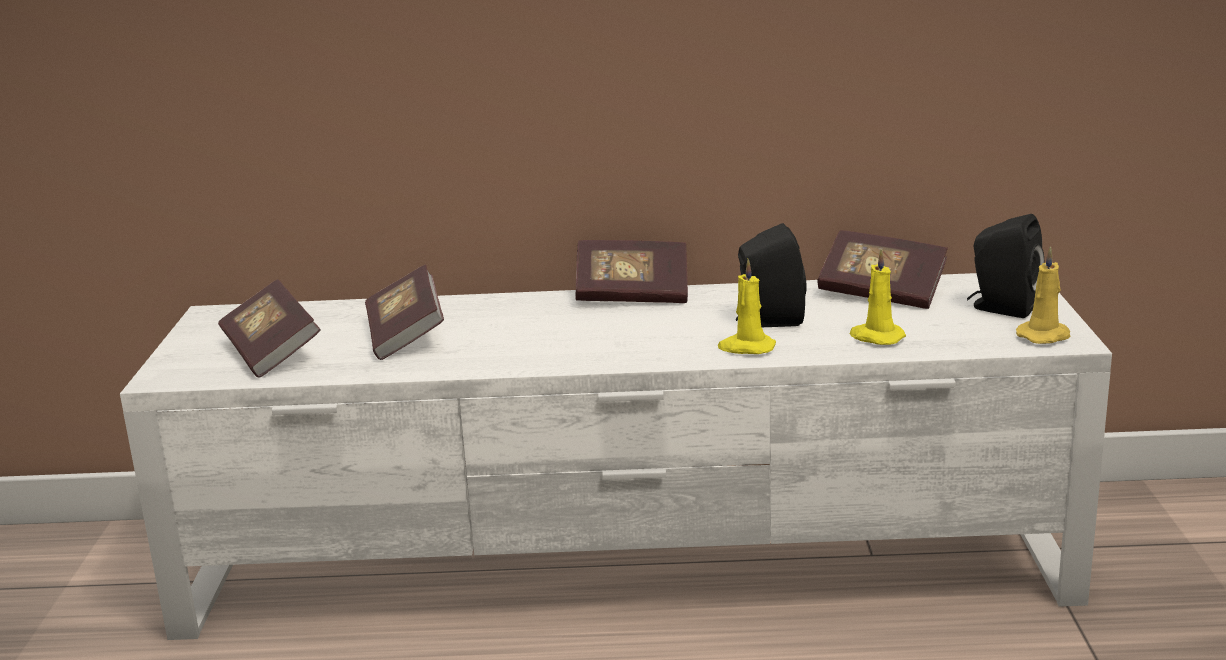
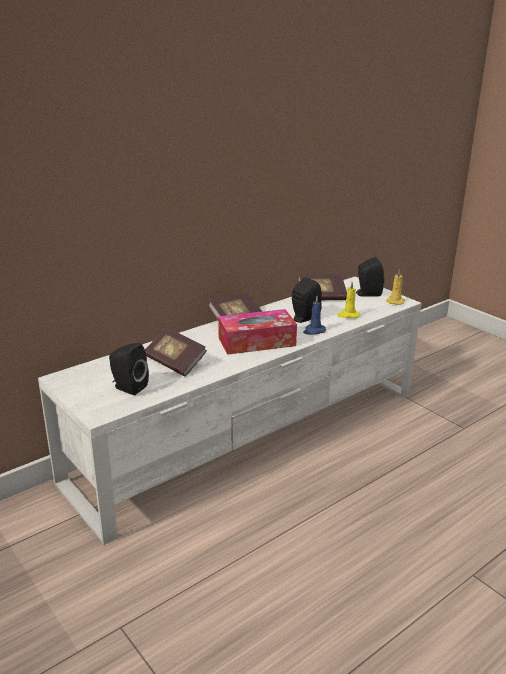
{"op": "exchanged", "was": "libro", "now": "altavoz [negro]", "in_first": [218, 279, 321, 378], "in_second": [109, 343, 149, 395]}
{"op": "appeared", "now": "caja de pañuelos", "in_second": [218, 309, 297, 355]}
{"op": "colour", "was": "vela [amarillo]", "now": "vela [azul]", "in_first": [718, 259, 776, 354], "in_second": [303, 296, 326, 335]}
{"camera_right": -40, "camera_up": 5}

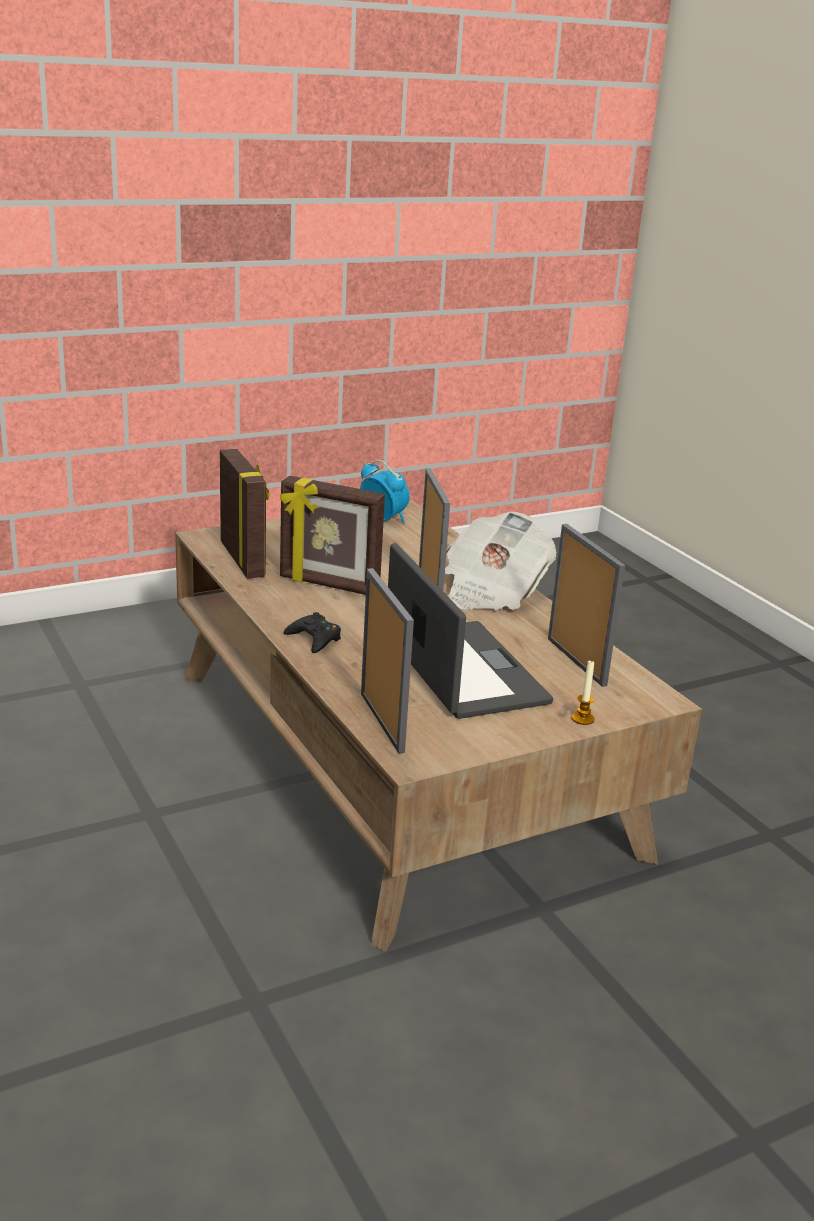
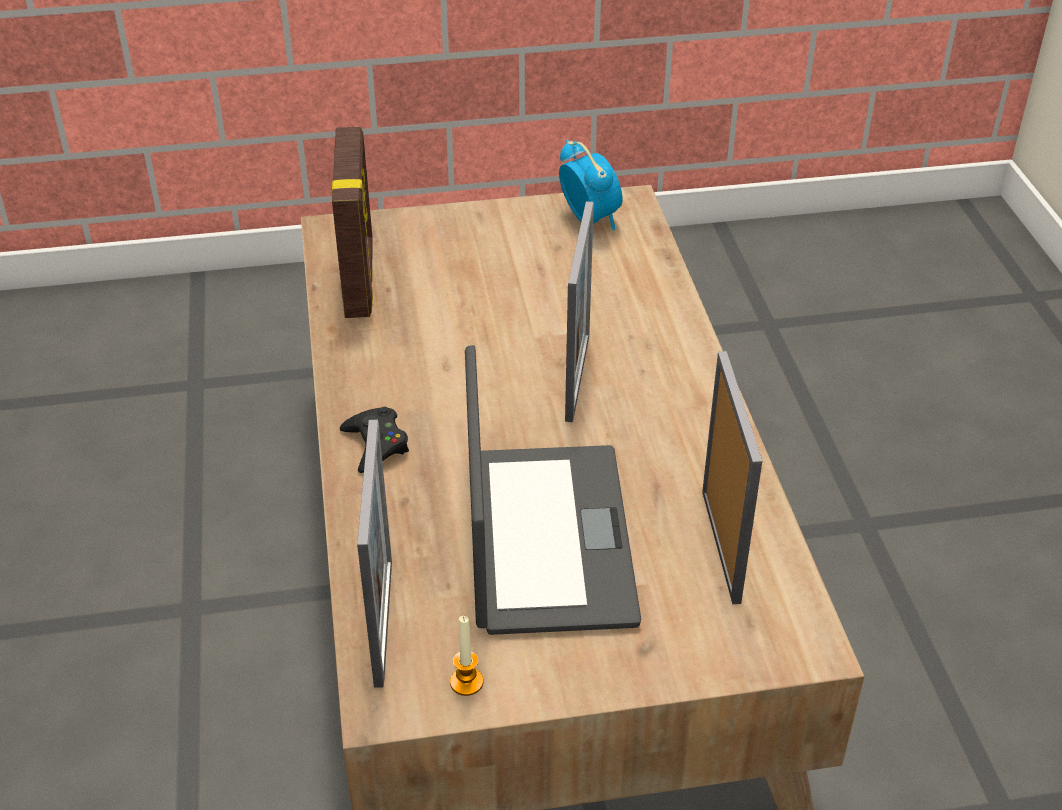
{"op": "relocated", "was": "vela", "in_first": [572, 659, 595, 725], "in_second": [450, 616, 483, 696]}
{"op": "missing", "was": "portarretratos", "in_first": [280, 476, 385, 595]}
{"op": "missing", "was": "periódico", "in_first": [445, 512, 557, 610]}
{"camera_right": 20, "camera_up": 15}

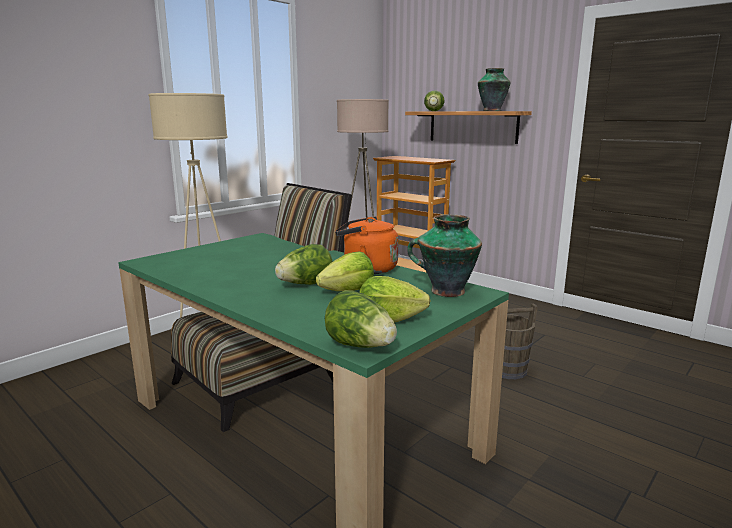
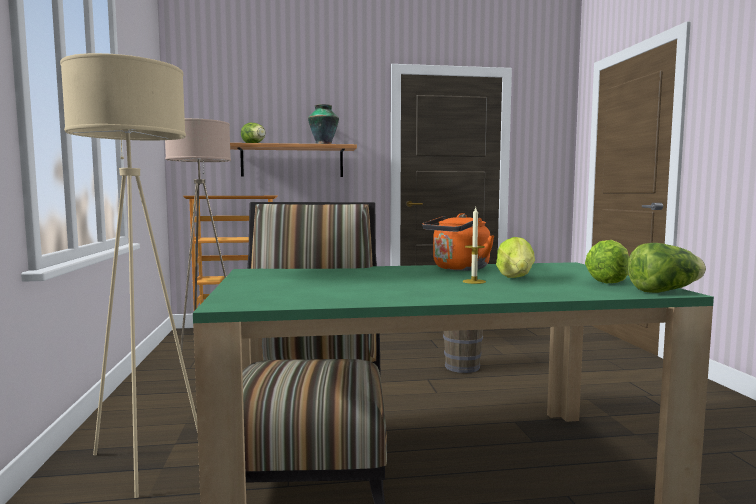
{"op": "exchanged", "was": "lechuga", "now": "vela", "in_first": [275, 244, 333, 285], "in_second": [462, 207, 486, 284]}
{"op": "missing", "was": "florero", "in_first": [407, 214, 482, 297]}
{"camera_right": -50, "camera_up": -10}

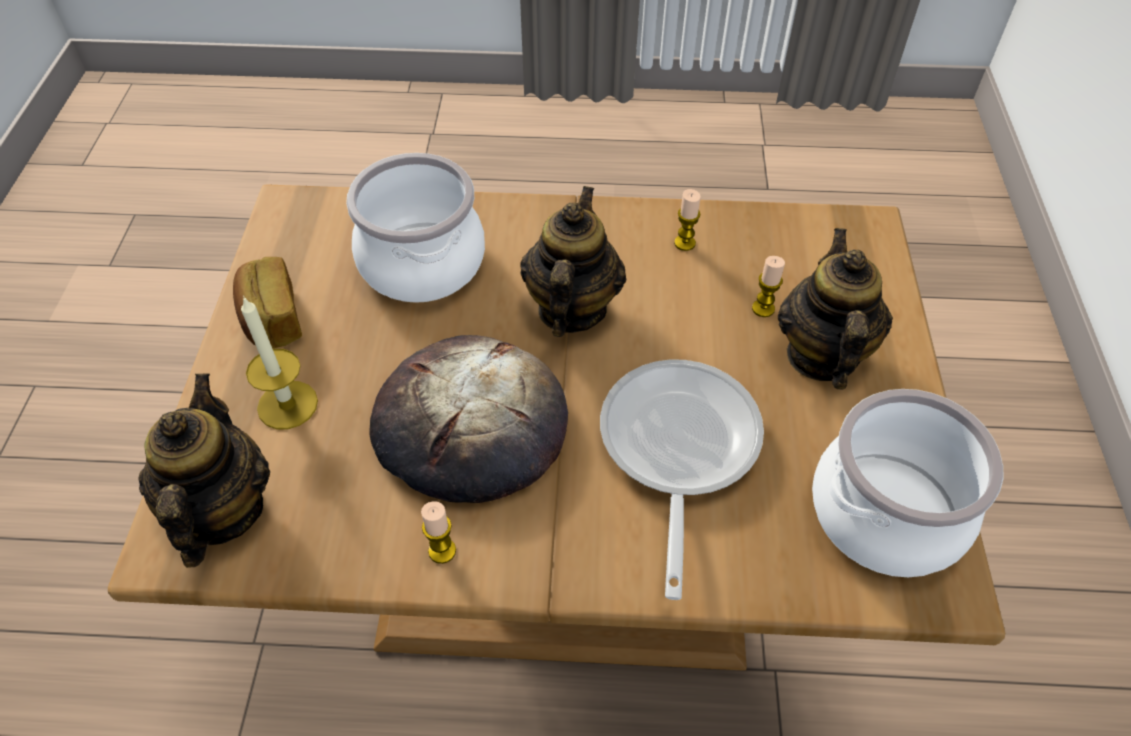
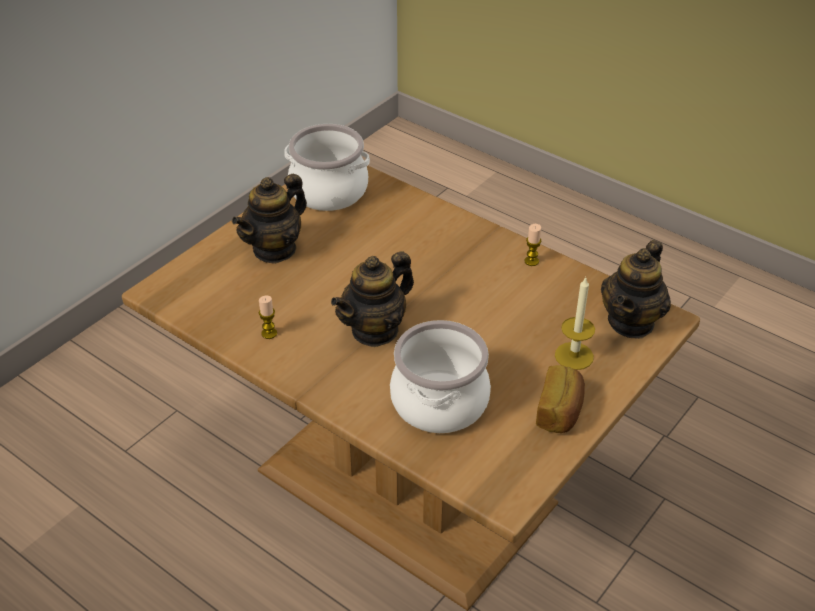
{"op": "missing", "was": "pan", "in_first": [370, 335, 568, 503]}
{"op": "missing", "was": "sartén", "in_first": [600, 359, 764, 600]}
{"op": "missing", "was": "vela", "in_first": [752, 256, 785, 317]}
{"camera_right": -145, "camera_up": -10}

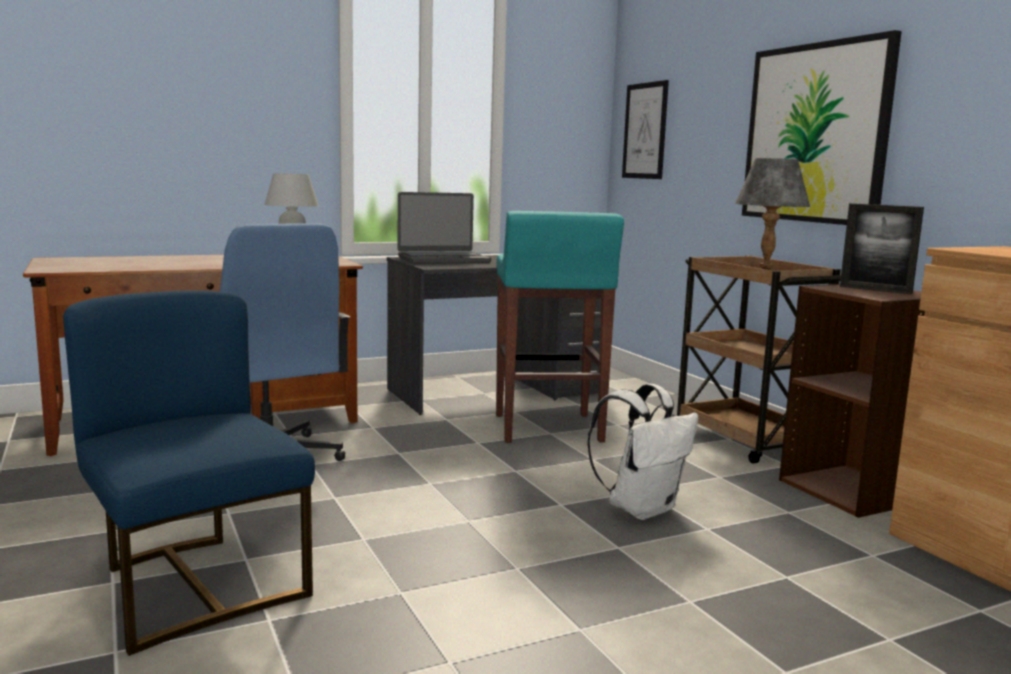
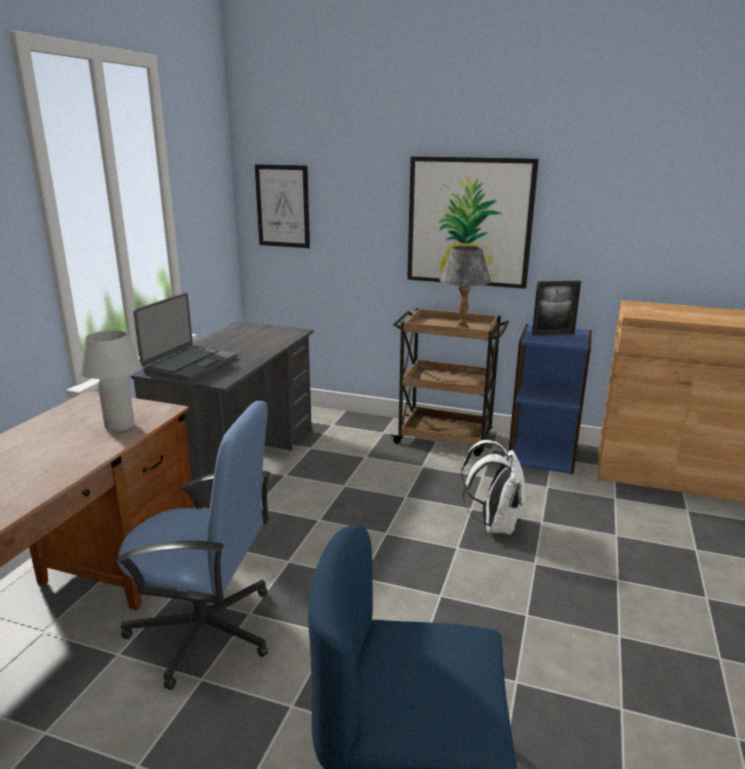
{"op": "colour", "was": "estantería [marrón]", "now": "estantería [azul]", "in_first": [779, 284, 925, 518], "in_second": [509, 324, 592, 474]}
{"op": "missing", "was": "taburete [turquesa]", "in_first": [496, 211, 624, 443]}
{"camera_right": -45, "camera_up": 10}

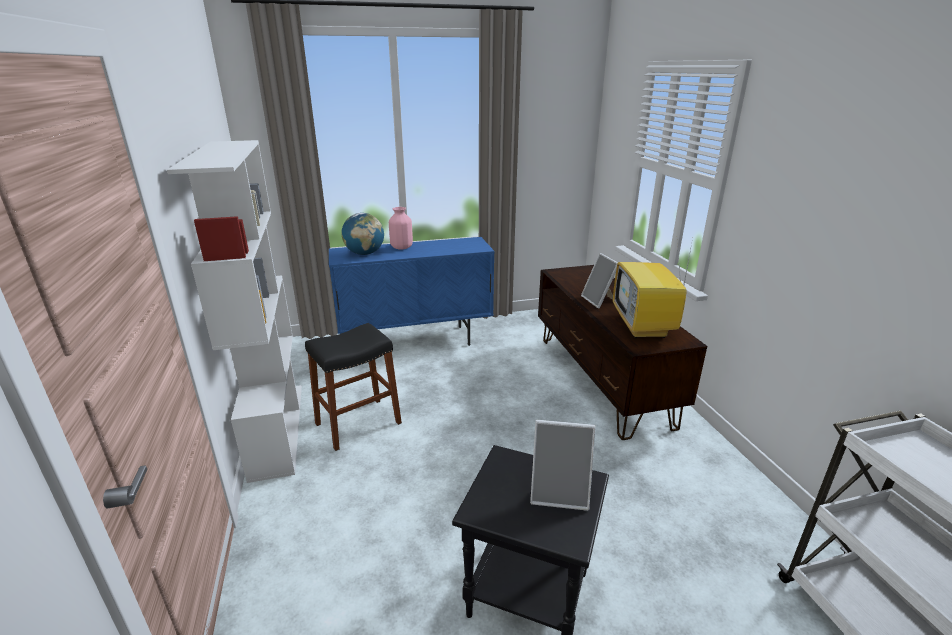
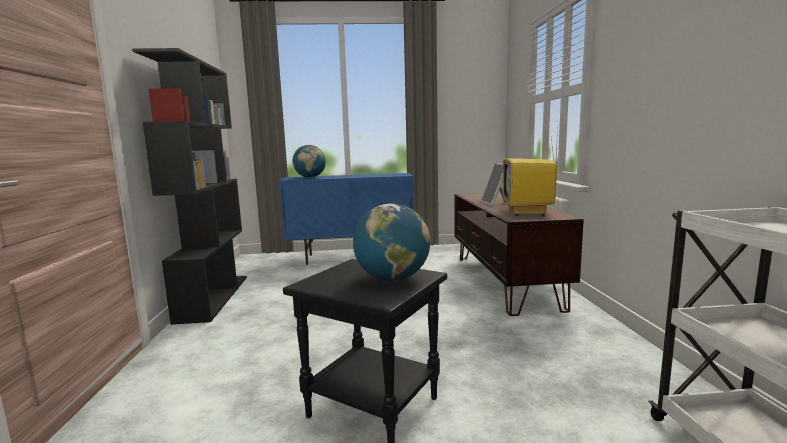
{"op": "colour", "was": "estantería [blanco]", "now": "estantería [negro]", "in_first": [167, 140, 302, 483], "in_second": [132, 48, 247, 325]}
{"op": "exchanged", "was": "portarretratos", "now": "globo terráqueo", "in_first": [530, 420, 595, 511], "in_second": [353, 204, 430, 281]}
{"op": "missing", "was": "taburete [negro]", "in_first": [305, 323, 402, 451]}
{"op": "missing", "was": "florero [rosa]", "in_first": [389, 207, 413, 249]}
{"camera_right": 10, "camera_up": -15}

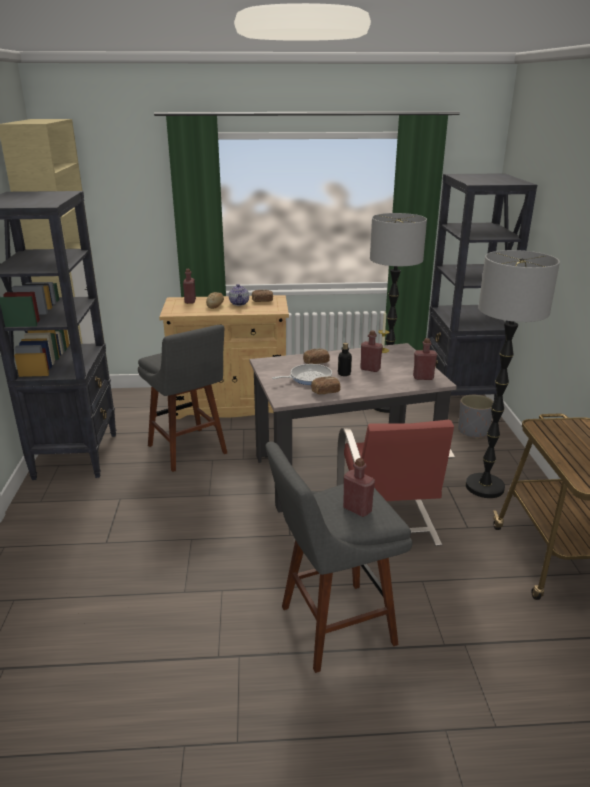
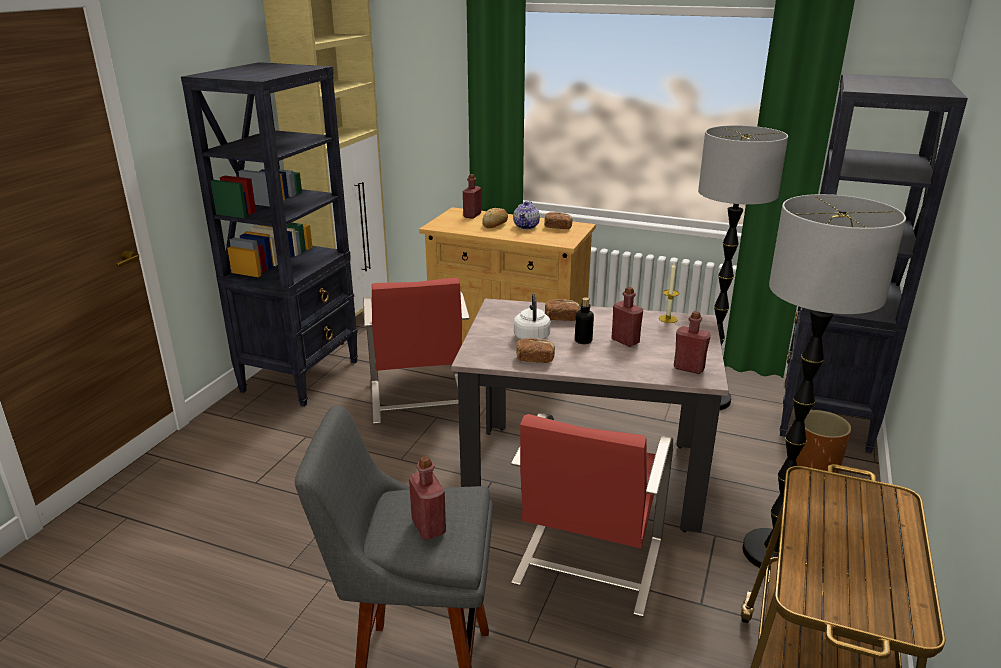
{"op": "exchanged", "was": "taburete [gris]", "now": "silla [rojo]", "in_first": [138, 325, 227, 472], "in_second": [363, 278, 470, 424]}
{"op": "exchanged", "was": "sartén", "now": "hervidor [blanco]", "in_first": [272, 364, 332, 385], "in_second": [514, 293, 551, 339]}
{"op": "colour", "was": "maceta [gris]", "now": "maceta [marrón]", "in_first": [458, 395, 494, 439], "in_second": [796, 410, 851, 473]}
{"camera_right": 25, "camera_up": 0}

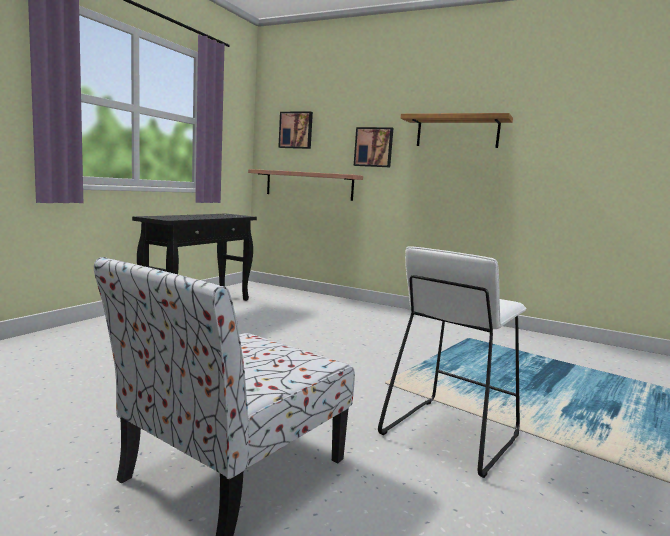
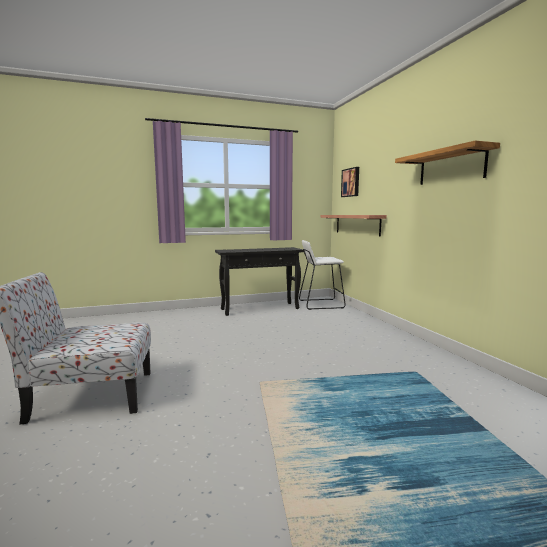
{"op": "relocated", "was": "taburete [blanco]", "in_first": [378, 246, 526, 478], "in_second": [299, 240, 346, 310]}
{"op": "missing", "was": "cuadro", "in_first": [354, 127, 393, 167]}
{"camera_right": 45, "camera_up": 0}

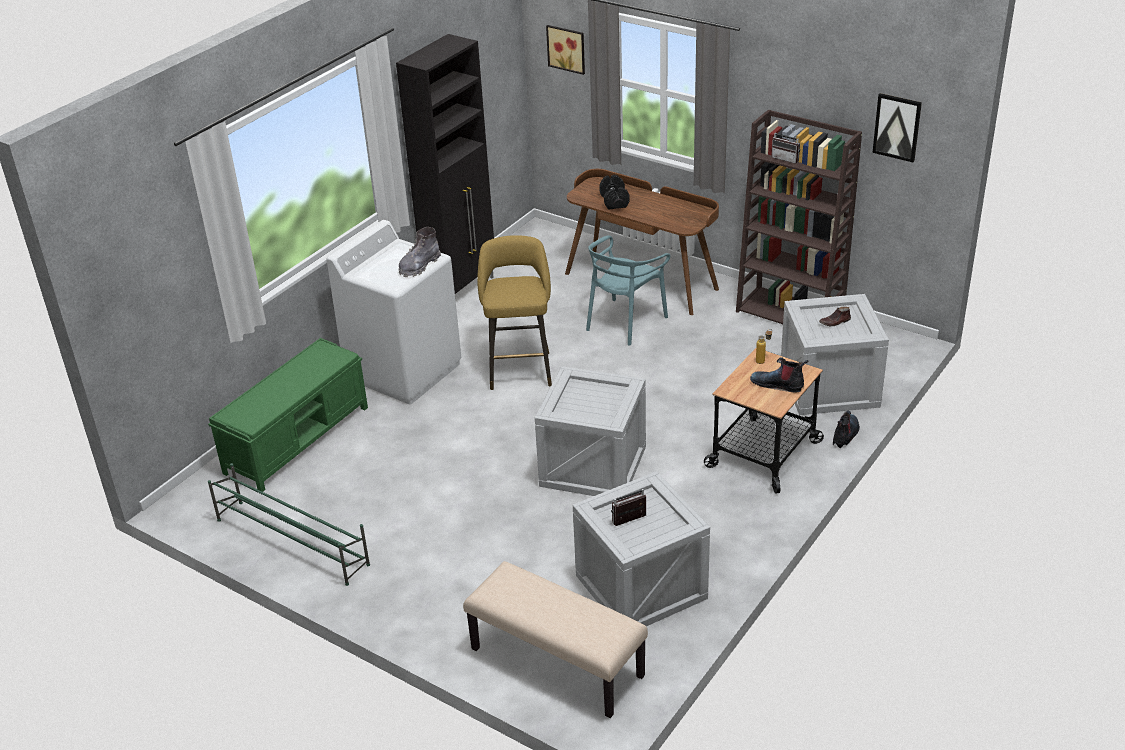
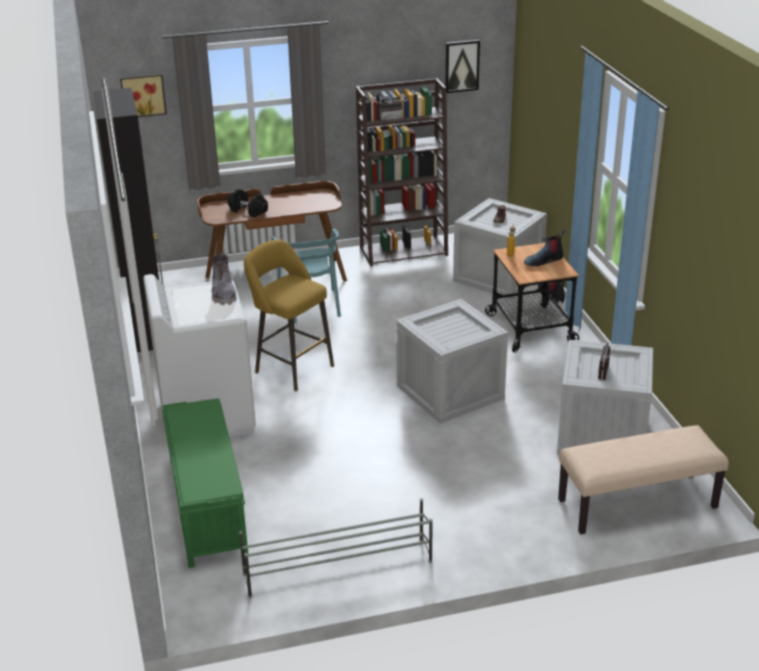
{"op": "colour", "was": "zapatero [verde]", "now": "zapatero [gris]", "in_first": [208, 463, 370, 586], "in_second": [239, 498, 433, 599]}
{"camera_right": -50, "camera_up": -5}

